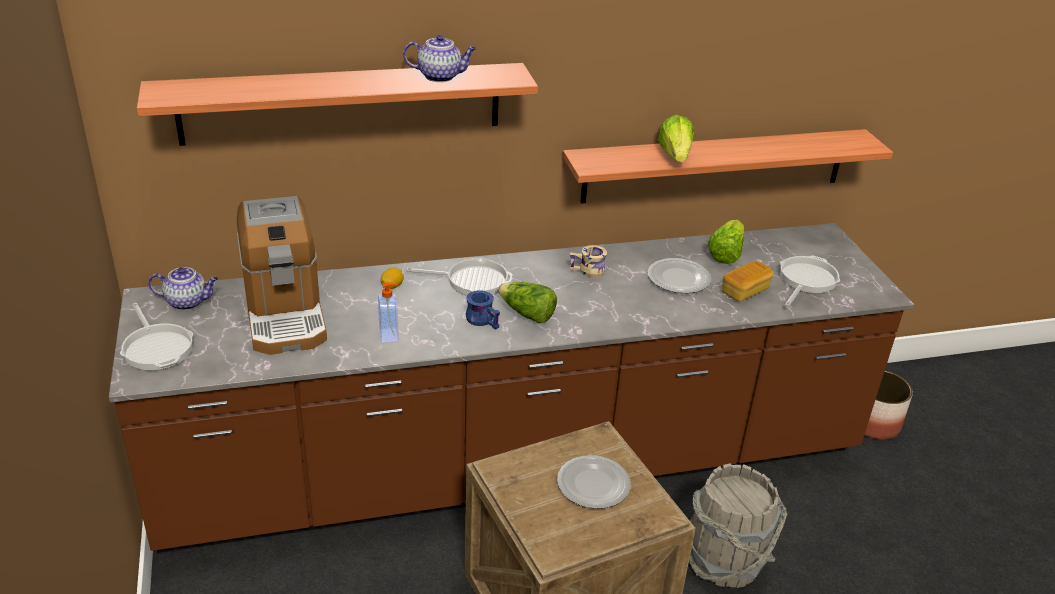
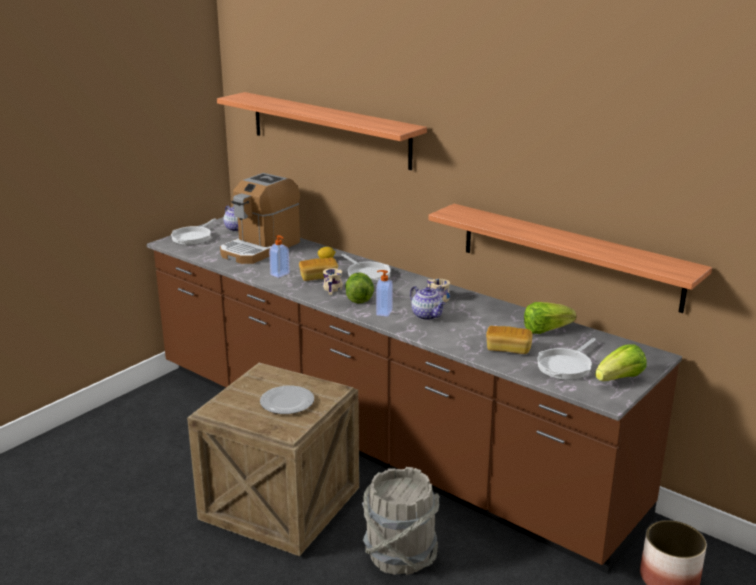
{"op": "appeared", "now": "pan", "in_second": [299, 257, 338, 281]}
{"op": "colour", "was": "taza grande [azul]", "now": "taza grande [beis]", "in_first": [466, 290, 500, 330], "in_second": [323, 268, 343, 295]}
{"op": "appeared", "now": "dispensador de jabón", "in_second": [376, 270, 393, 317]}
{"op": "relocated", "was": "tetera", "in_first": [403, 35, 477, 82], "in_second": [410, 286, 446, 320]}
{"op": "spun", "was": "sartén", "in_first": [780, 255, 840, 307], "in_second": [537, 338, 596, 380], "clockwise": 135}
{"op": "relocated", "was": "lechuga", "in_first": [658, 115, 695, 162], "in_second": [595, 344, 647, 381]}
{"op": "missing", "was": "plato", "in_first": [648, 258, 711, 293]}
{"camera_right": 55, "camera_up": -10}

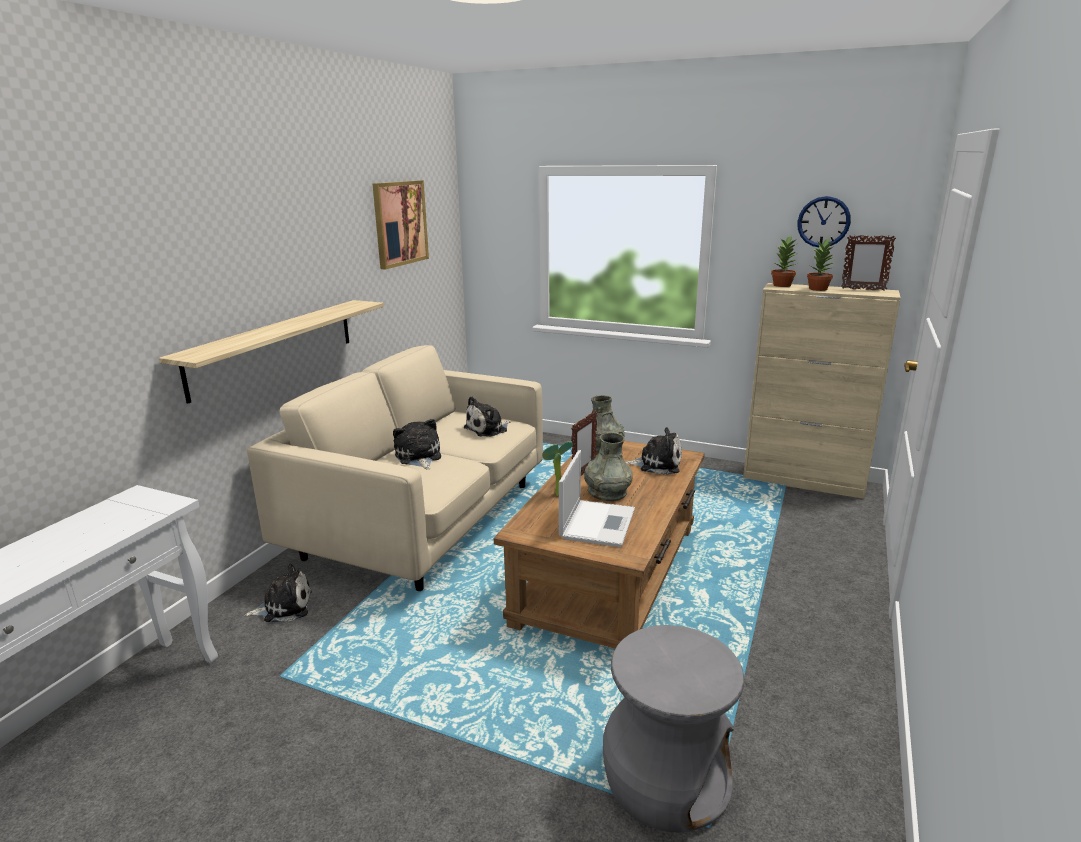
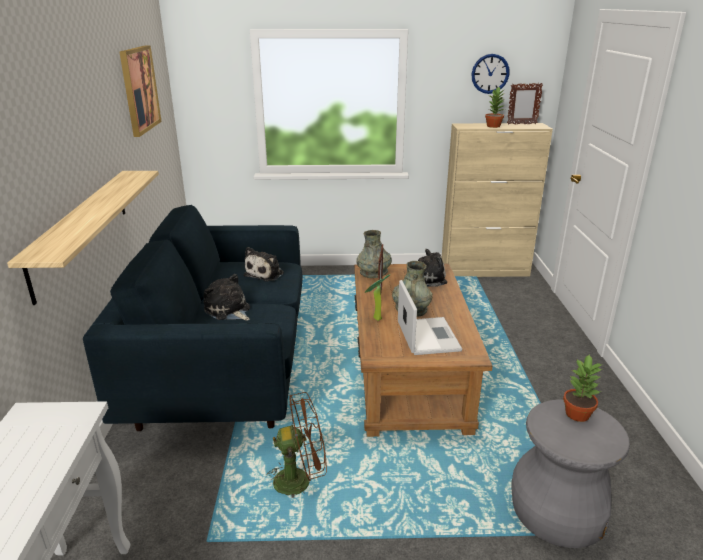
{"op": "colour", "was": "sofá [beis]", "now": "sofá [azul]", "in_first": [247, 345, 543, 591], "in_second": [83, 205, 302, 431]}
{"op": "appeared", "now": "ventilador [marrón]", "in_second": [266, 392, 327, 498]}
{"op": "relocated", "was": "planta en maceta", "in_first": [771, 236, 796, 287], "in_second": [563, 354, 602, 422]}
{"op": "missing", "was": "peluche", "in_first": [244, 563, 312, 622]}
{"camera_right": -25, "camera_up": 5}

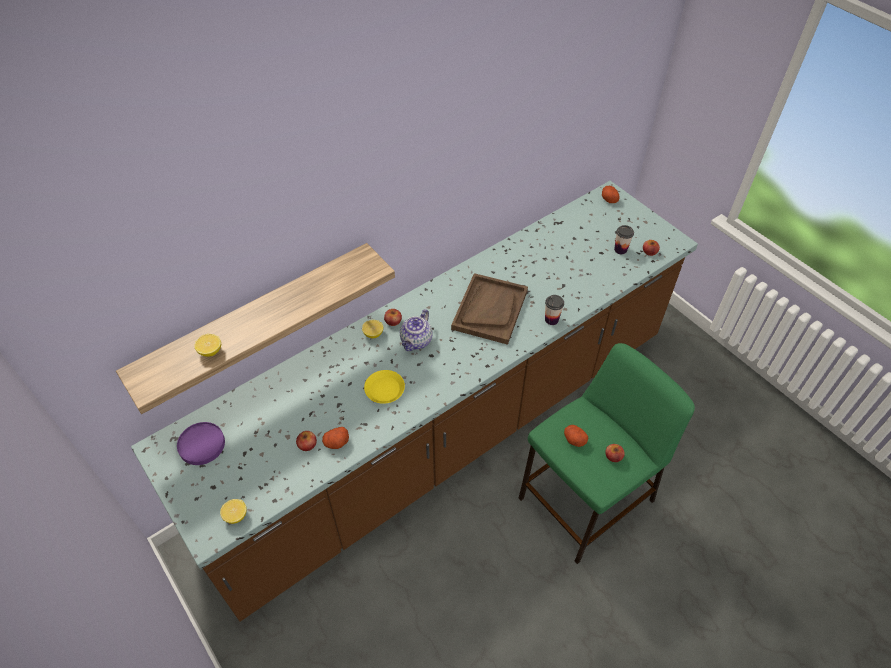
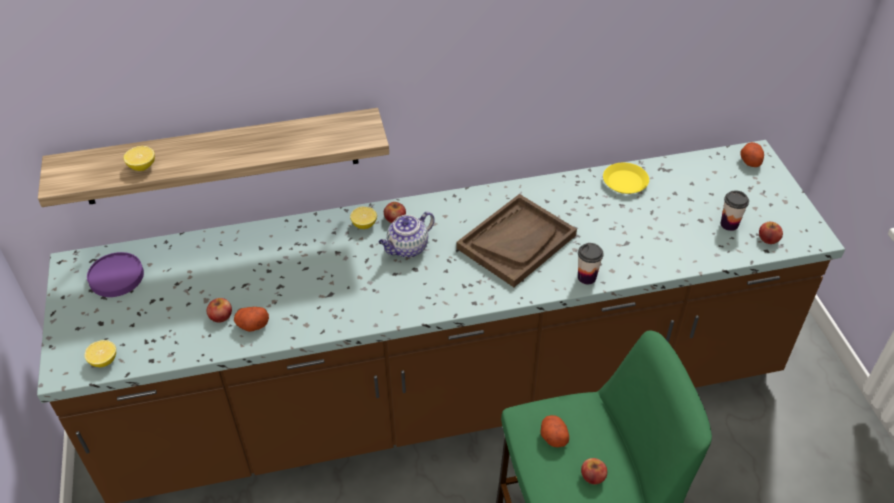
{"op": "relocated", "was": "plato [amarillo]", "in_first": [364, 370, 405, 404], "in_second": [603, 163, 649, 194]}
{"camera_right": 25, "camera_up": -5}

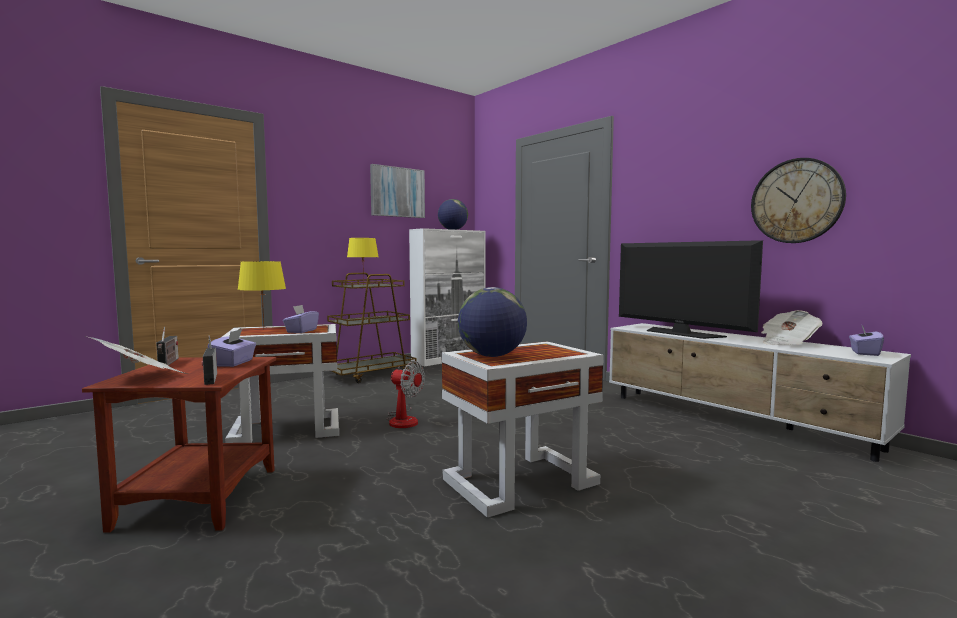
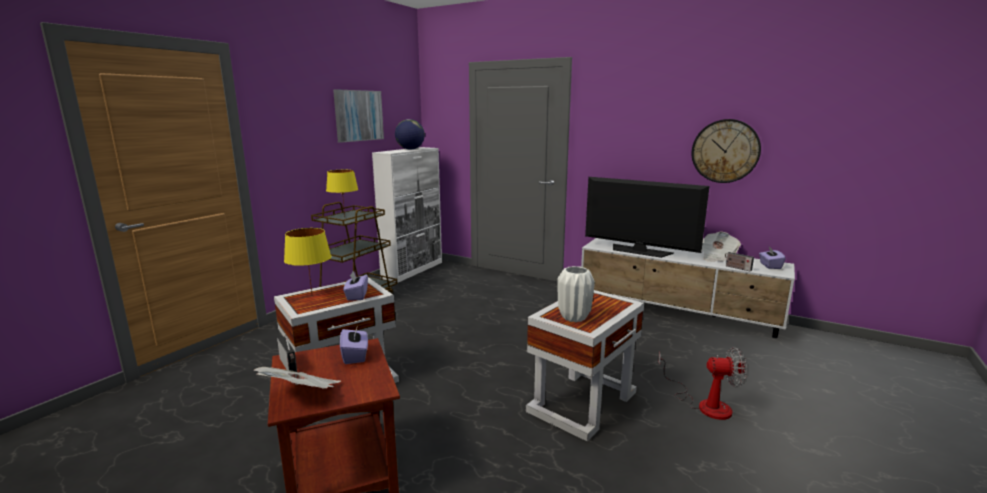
{"op": "exchanged", "was": "globo terráqueo", "now": "florero [blanco]", "in_first": [458, 287, 527, 357], "in_second": [557, 266, 595, 322]}
{"op": "relocated", "was": "ventilador", "in_first": [386, 361, 425, 428], "in_second": [658, 347, 747, 420]}
{"op": "relocated", "was": "radio", "in_first": [202, 336, 217, 385], "in_second": [725, 247, 754, 271]}
{"camera_right": -20, "camera_up": 10}

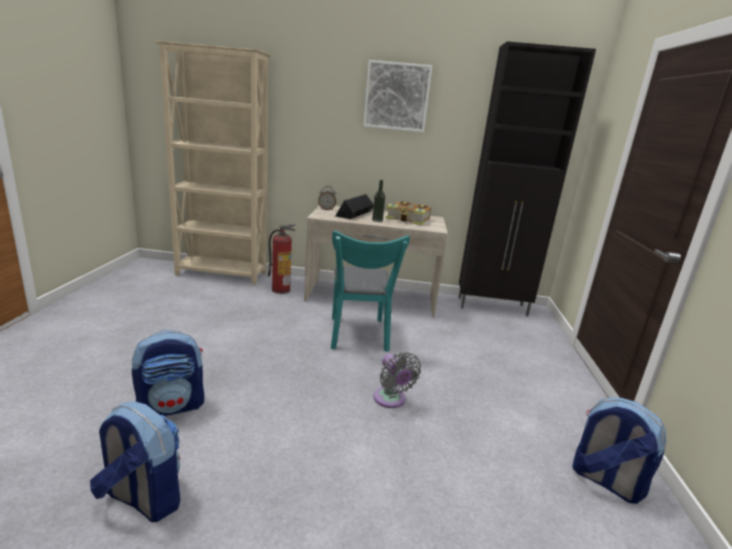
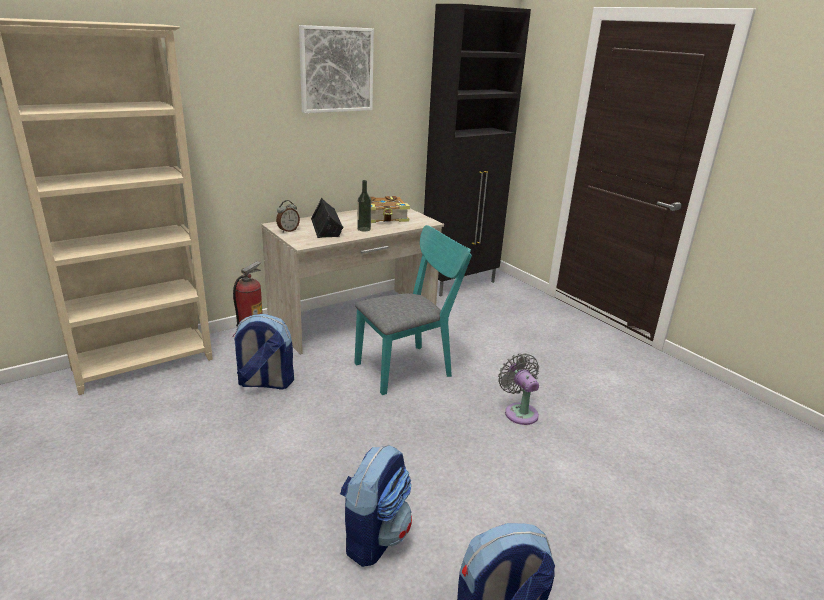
{"op": "relocated", "was": "mochila", "in_first": [572, 397, 666, 504], "in_second": [232, 314, 294, 390]}
{"op": "spun", "was": "silla [turquesa]", "in_first": [331, 231, 410, 352], "in_second": [354, 225, 472, 395], "clockwise": -75}
{"op": "spun", "was": "ventilador [gris]", "in_first": [373, 352, 421, 408], "in_second": [498, 353, 539, 425], "clockwise": -135}
{"camera_right": -40, "camera_up": 5}

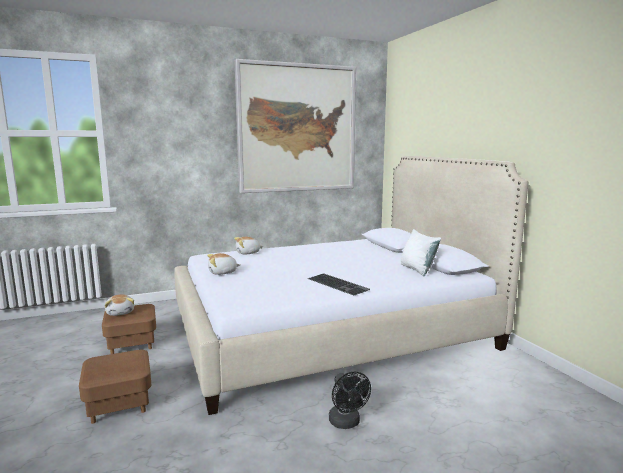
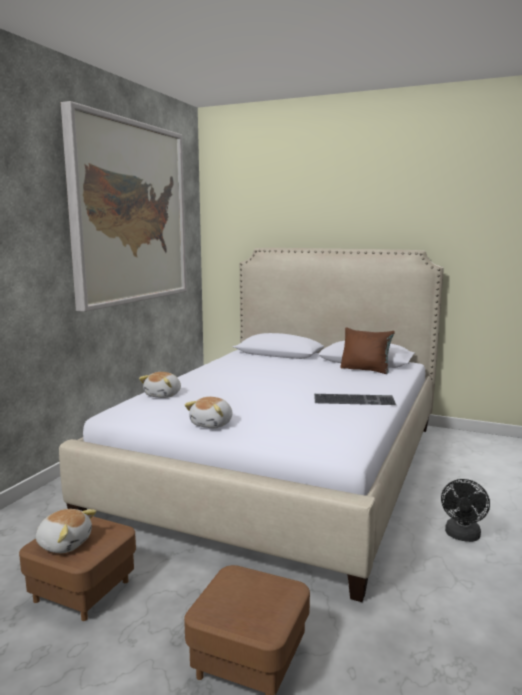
{"op": "colour", "was": "cojín [blanco]", "now": "cojín [marrón]", "in_first": [400, 229, 441, 276], "in_second": [340, 327, 395, 374]}
{"op": "spun", "was": "ventilador [negro]", "in_first": [329, 372, 371, 429], "in_second": [441, 479, 490, 542], "clockwise": 90}
{"camera_right": -45, "camera_up": 0}

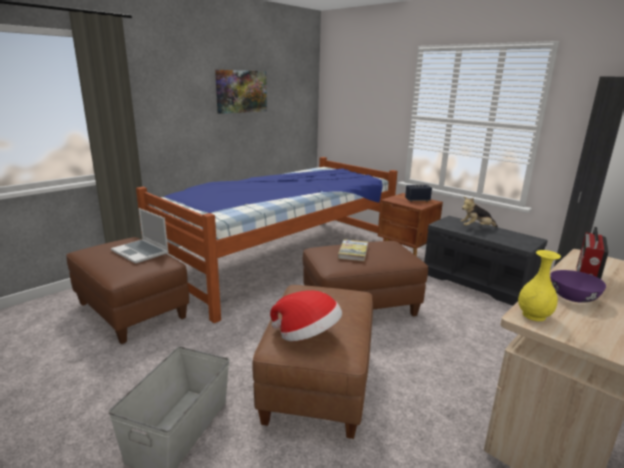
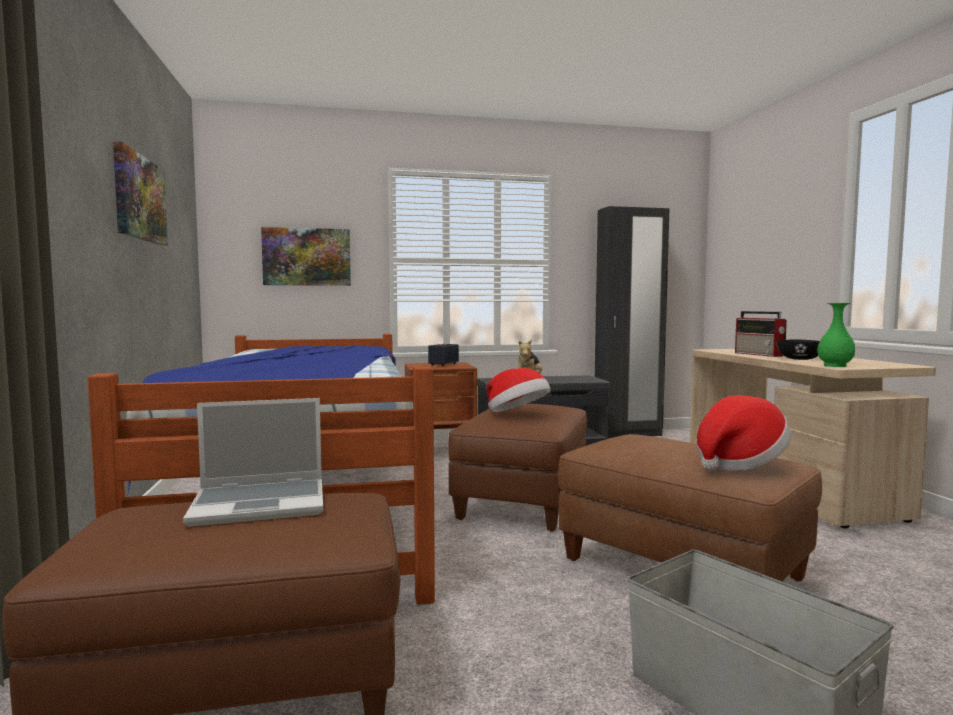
{"op": "appeared", "now": "cuadro", "in_second": [261, 227, 351, 286]}
{"op": "exchanged", "was": "libro", "now": "sombrero", "in_first": [338, 239, 368, 261], "in_second": [487, 368, 551, 412]}
{"op": "colour", "was": "cuenco [morado]", "now": "cuenco [negro]", "in_first": [550, 270, 606, 303], "in_second": [776, 339, 820, 360]}
{"op": "colour", "was": "florero [amarillo]", "now": "florero [verde]", "in_first": [518, 250, 561, 321], "in_second": [817, 303, 855, 367]}
{"camera_right": -55, "camera_up": -15}

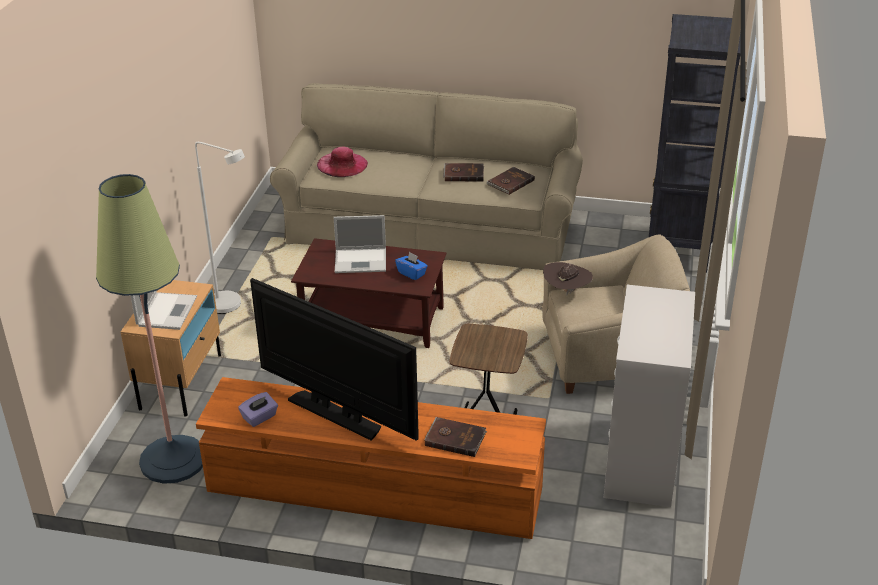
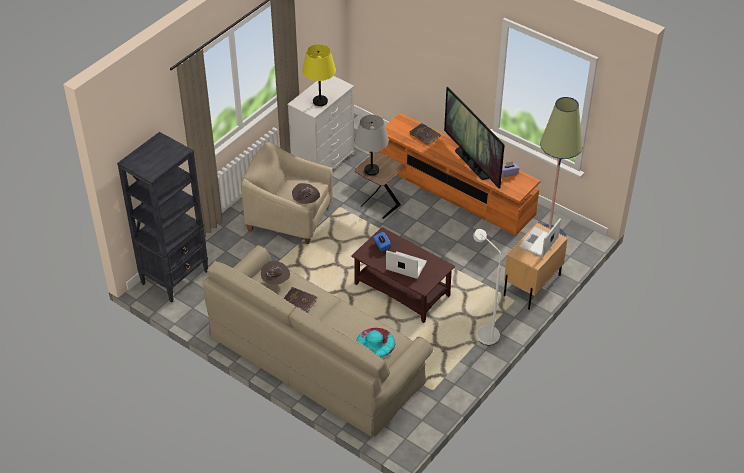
{"op": "exchanged", "was": "libro [marrón]", "now": "sombrero [marrón]", "in_first": [486, 167, 535, 195], "in_second": [261, 261, 290, 285]}
{"op": "appeared", "now": "lámpara de mesa [amarillo]", "in_second": [302, 44, 336, 106]}
{"op": "appeared", "now": "lámpara de mesa [gris]", "in_second": [355, 115, 389, 176]}
{"op": "colour", "was": "sombrero [rosa]", "now": "sombrero [turquesa]", "in_first": [317, 147, 368, 177], "in_second": [356, 328, 395, 357]}
{"camera_right": -155, "camera_up": 10}

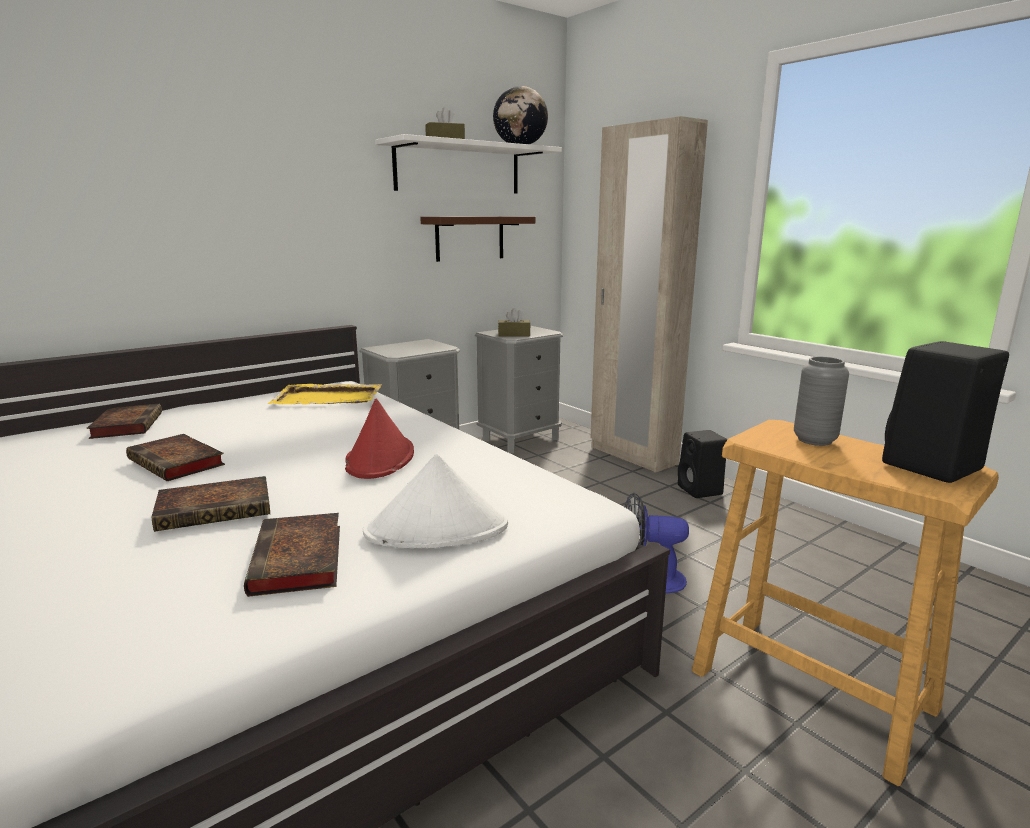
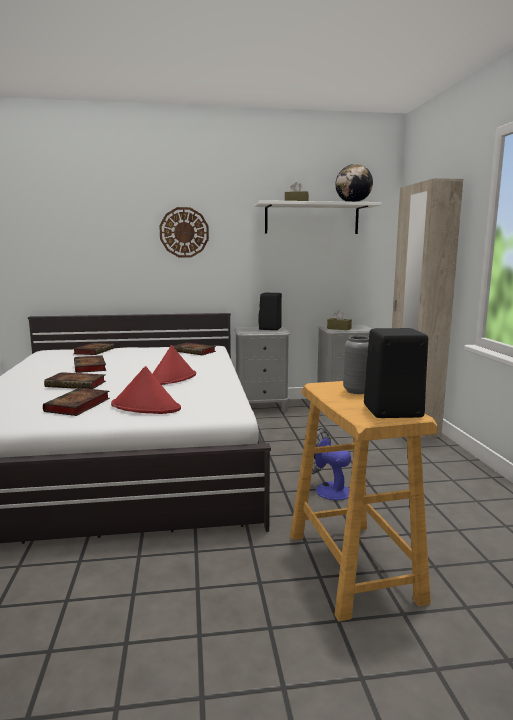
{"op": "colour", "was": "sombrero [blanco]", "now": "sombrero [rojo]", "in_first": [363, 454, 508, 548], "in_second": [111, 366, 181, 414]}
{"op": "appeared", "now": "reloj de pared", "in_second": [159, 207, 209, 257]}
{"op": "exchanged", "was": "bandeja [amarillo]", "now": "libro", "in_first": [268, 384, 382, 404], "in_second": [173, 342, 216, 355]}
{"op": "relocated", "was": "altavoz [negro]", "in_first": [678, 430, 727, 498], "in_second": [258, 293, 282, 330]}
{"op": "missing", "was": "estante [marrón]", "in_first": [420, 216, 535, 262]}
{"camera_right": 30, "camera_up": -5}

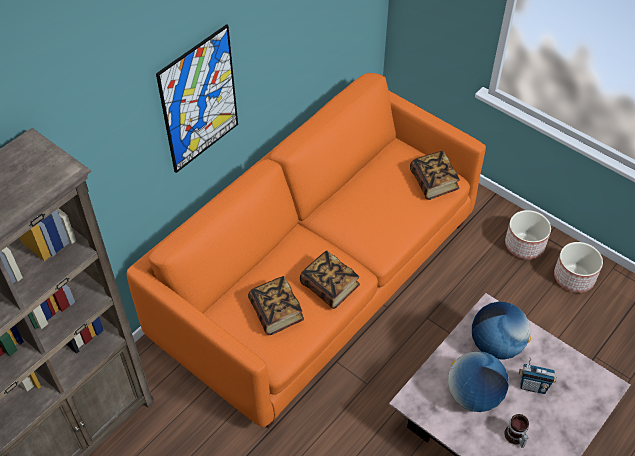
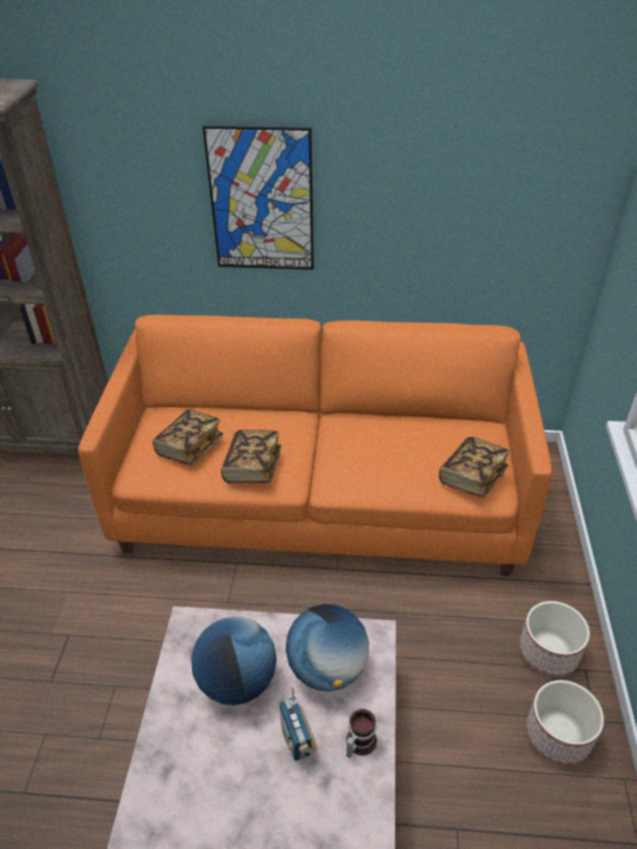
{"op": "relocated", "was": "taza grande", "in_first": [504, 414, 529, 448], "in_second": [346, 709, 377, 758]}
{"camera_right": 55, "camera_up": -10}

